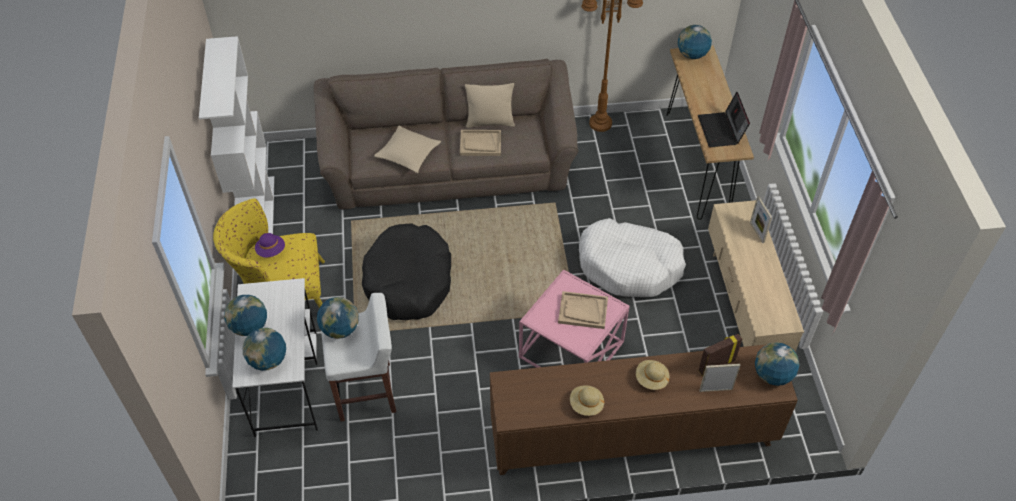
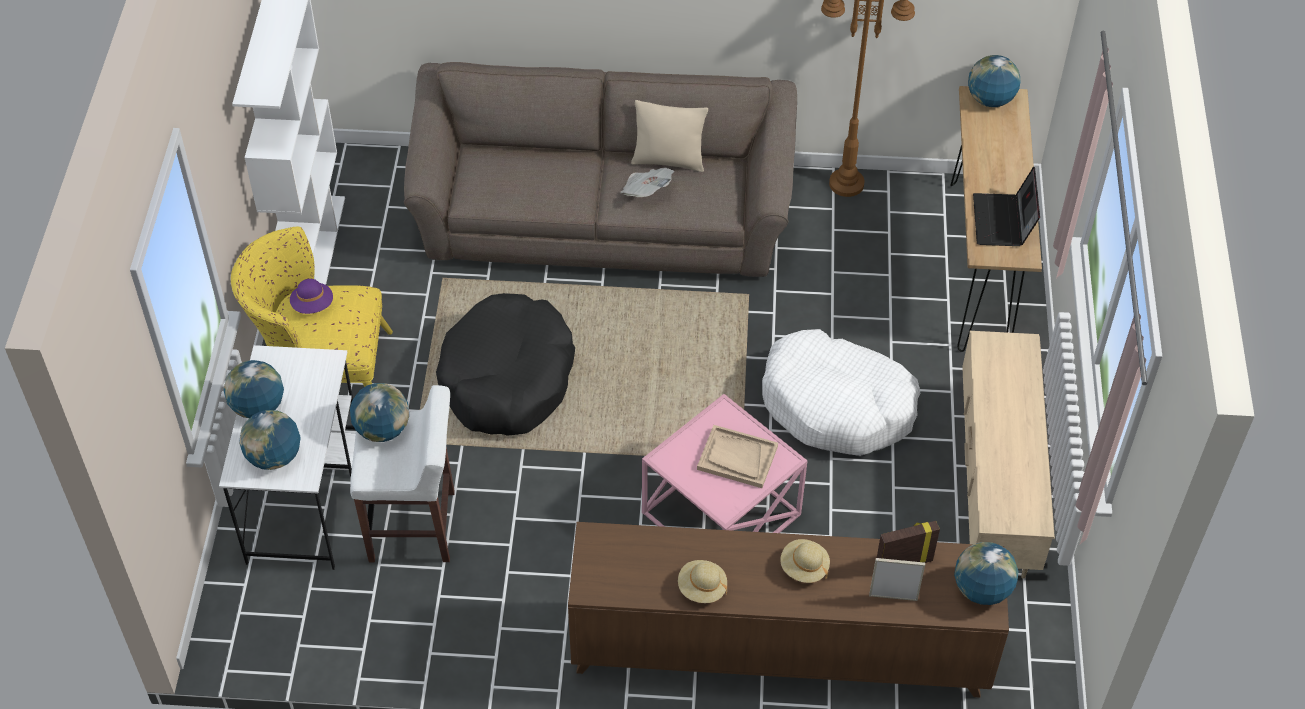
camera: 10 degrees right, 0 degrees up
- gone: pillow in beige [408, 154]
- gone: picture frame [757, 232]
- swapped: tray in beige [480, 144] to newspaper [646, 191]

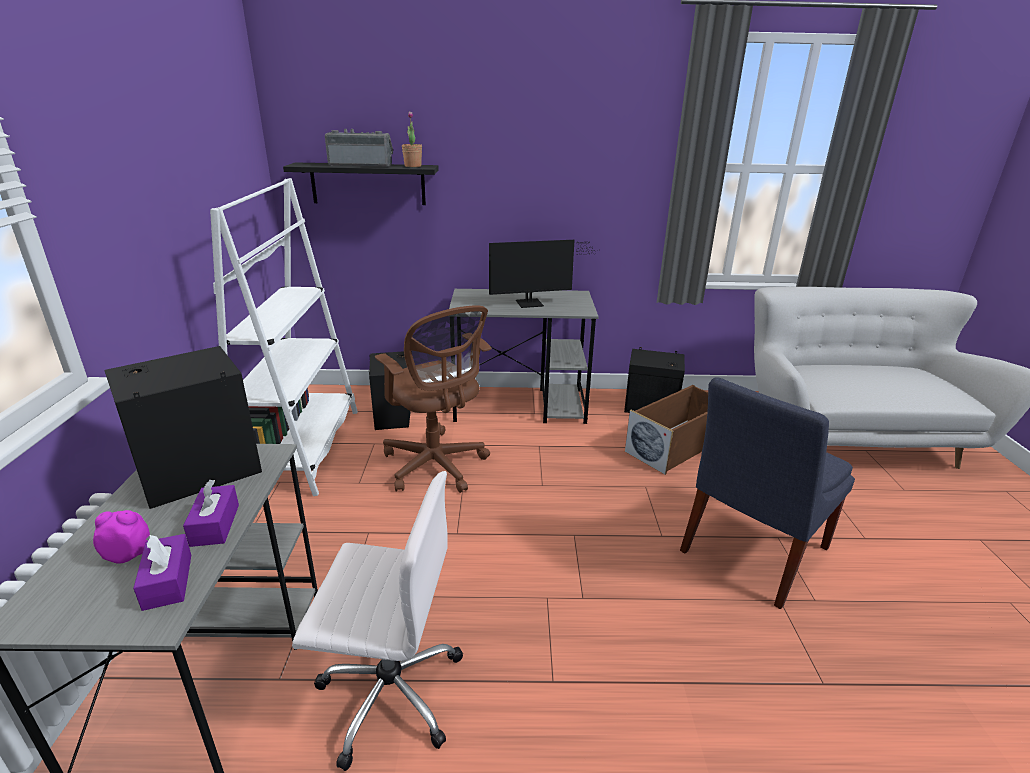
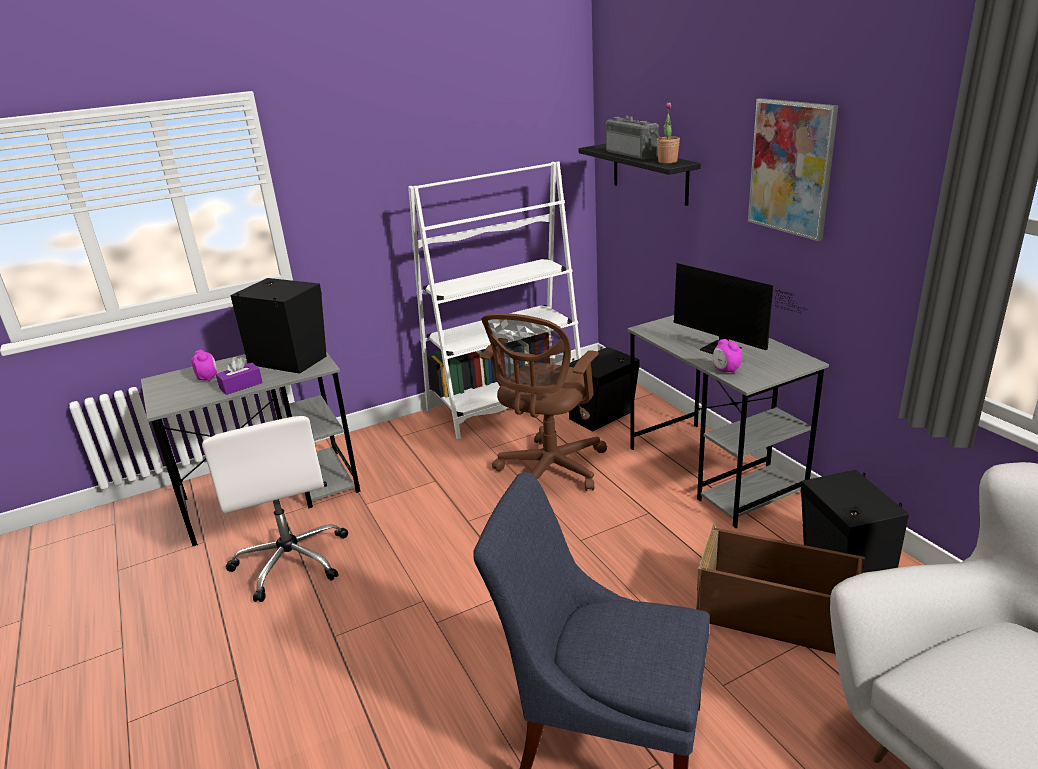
camera: 65 degrees right, 0 degrees up
- gone: tissue box in purple [168, 581]
- new: alarm clock [726, 370]
- new: picture [791, 168]

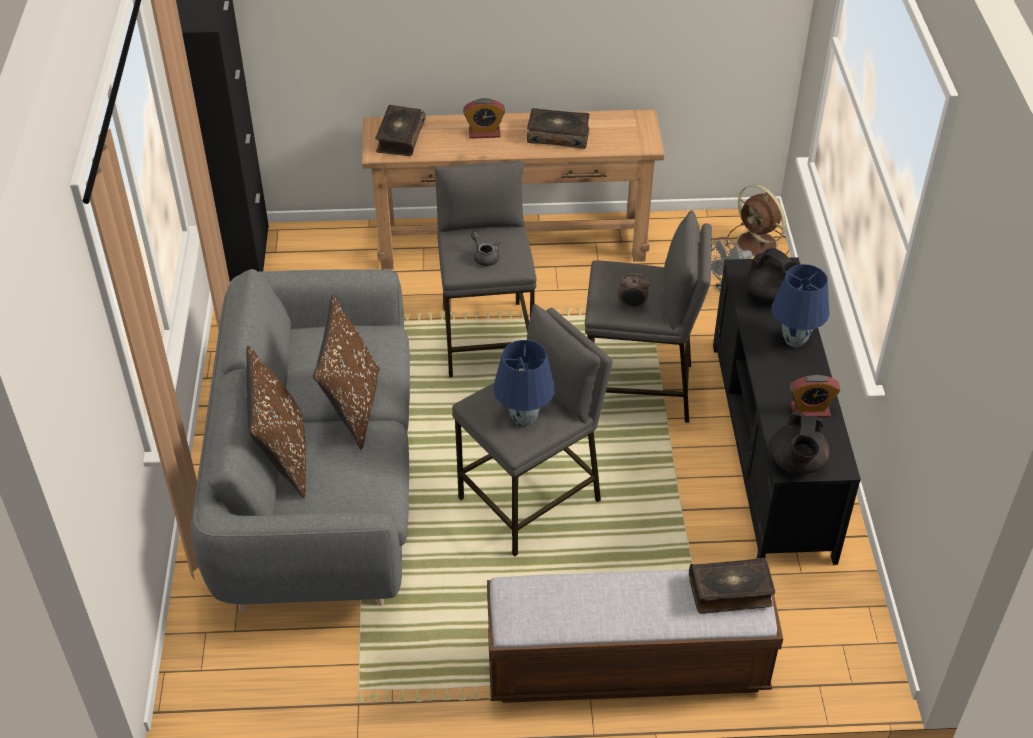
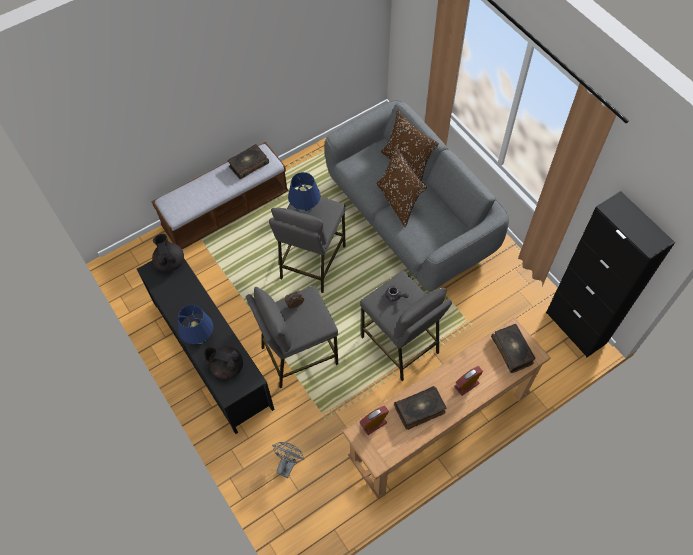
camera: 150 degrees right, 15 degrees up
- gone: fan in brown [758, 245]
- shifted: book [730, 592] to [248, 165]
- shifted: alarm clock [810, 410] to [373, 424]

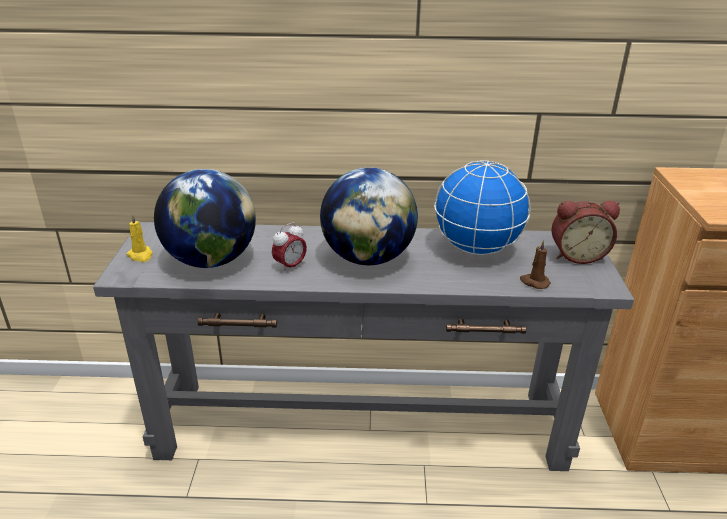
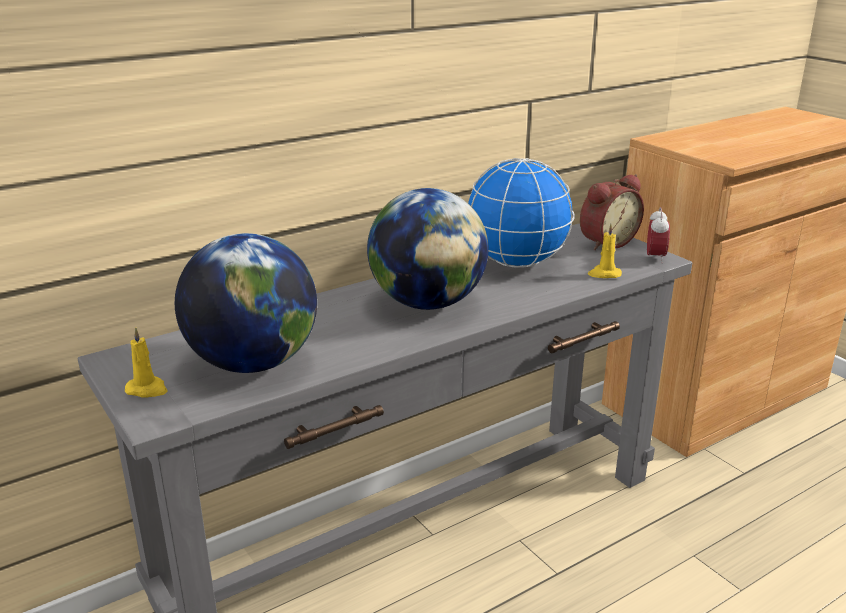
camera: 35 degrees left, 5 degrees down
- shifted: alarm clock [290, 267] to [655, 258]
- repainted: candle in brown [534, 282] to candle in yellow [604, 274]

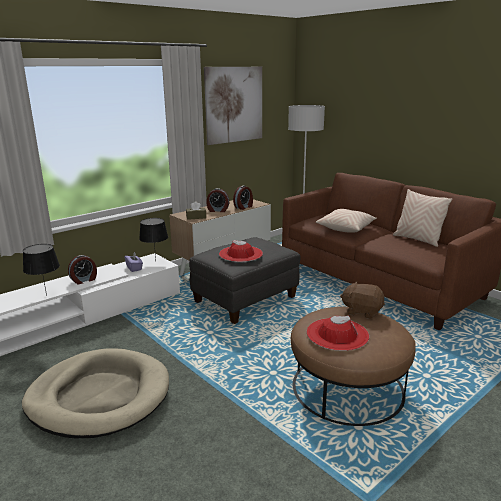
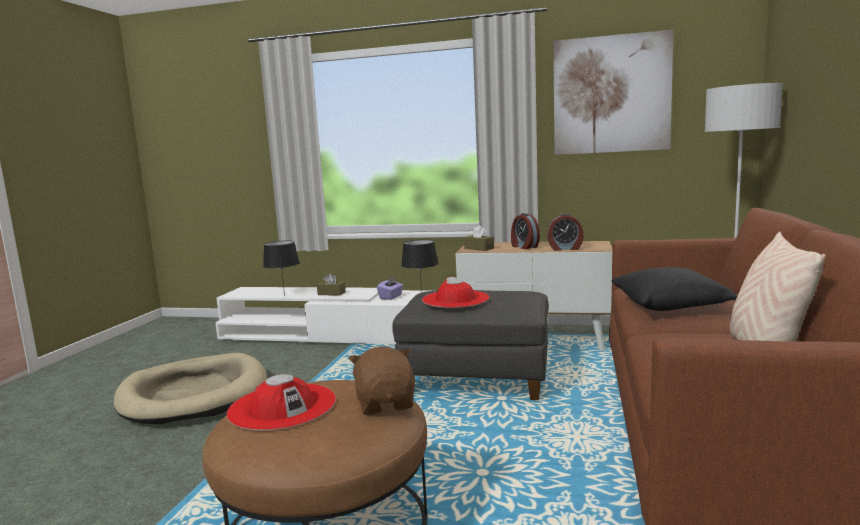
camera: 55 degrees right, 10 degrees down
- swapped: alarm clock [84, 280] to tissue box in brown [331, 293]
- repainted: pillow in beige [346, 228] to pillow in black [671, 305]

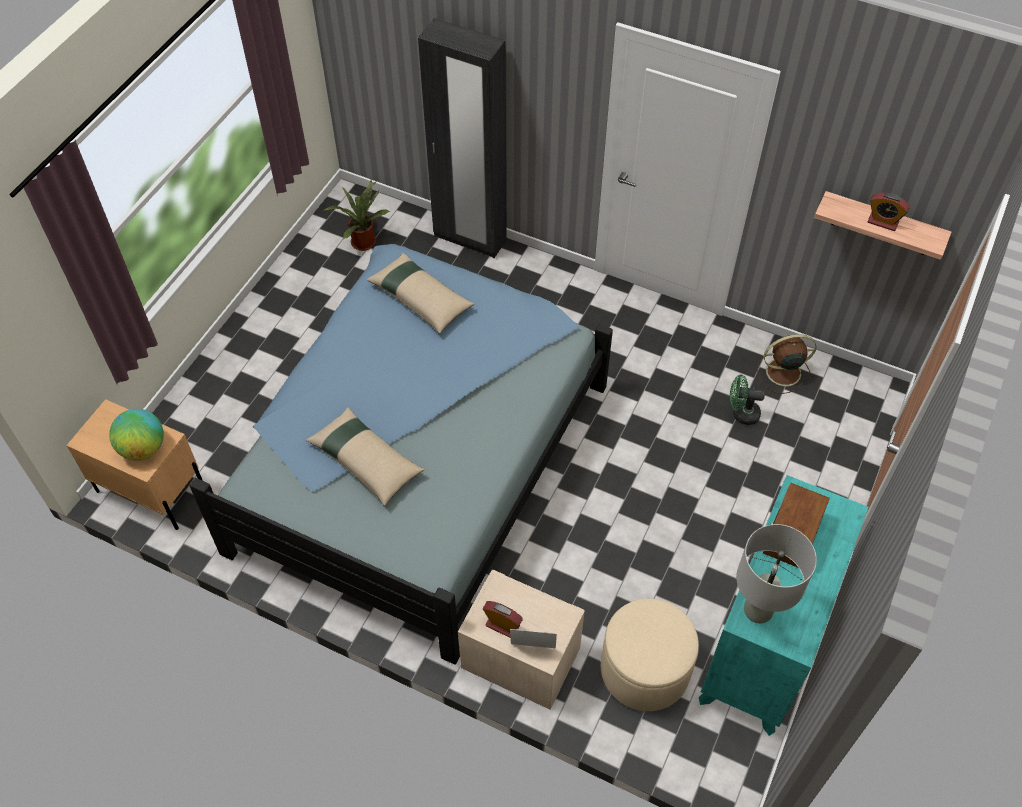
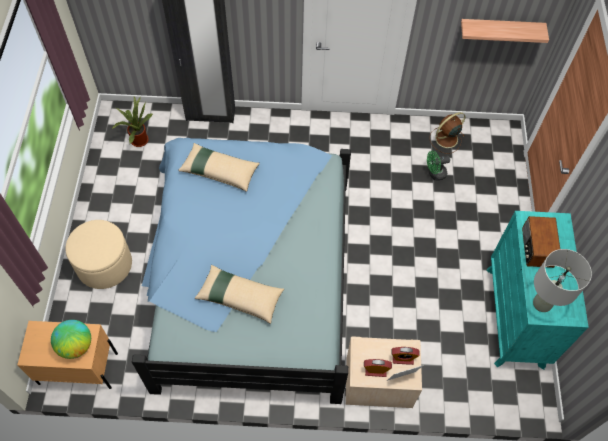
camera: 25 degrees left, 5 degrees up
- shifted: ottoman in beige [644, 669] to [104, 265]
- shifted: alarm clock [883, 222] to [402, 358]

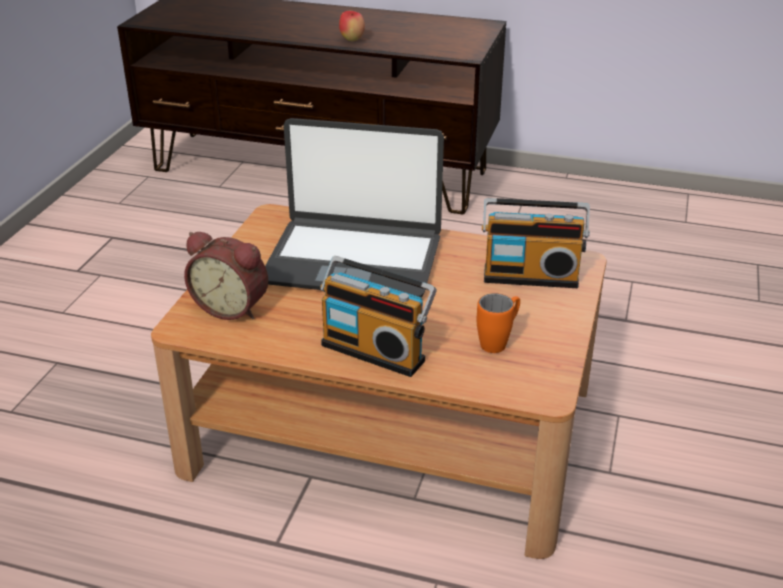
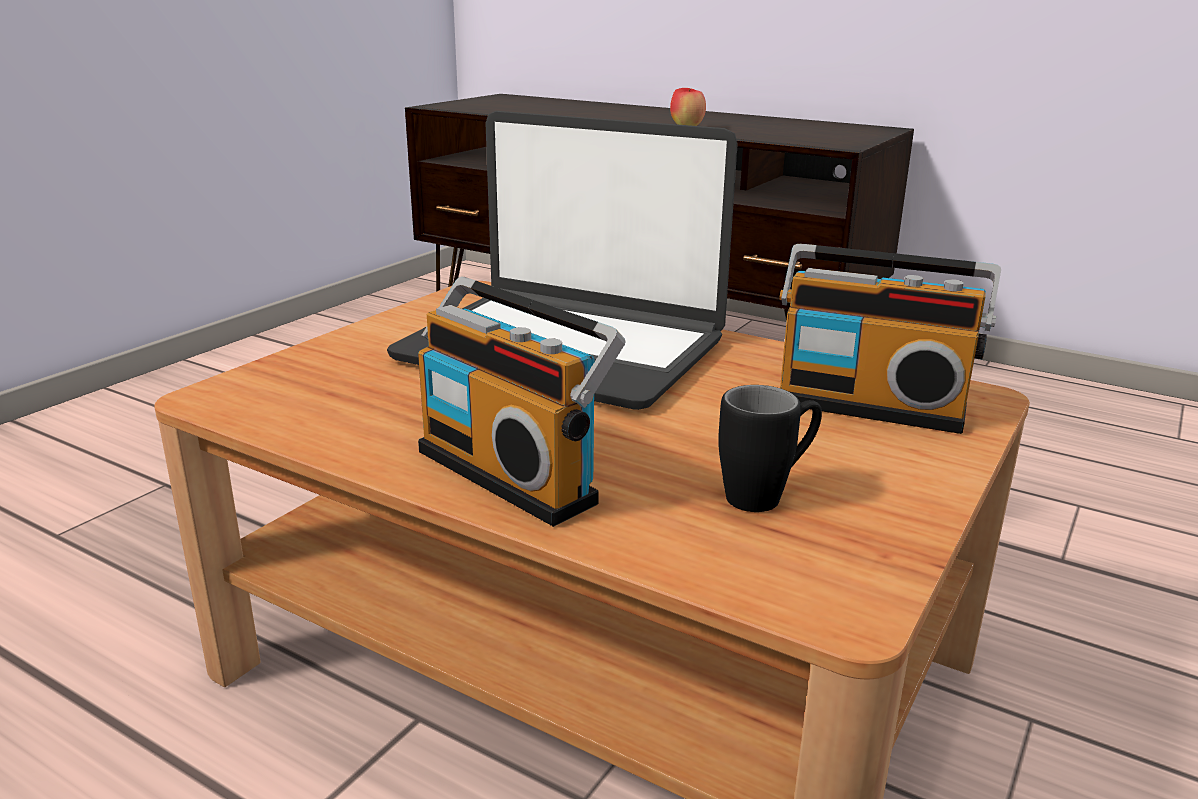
camera: 15 degrees right, 10 degrees down
- gone: alarm clock [232, 307]
- repainted: mug in orange [498, 342] to mug in black [767, 494]

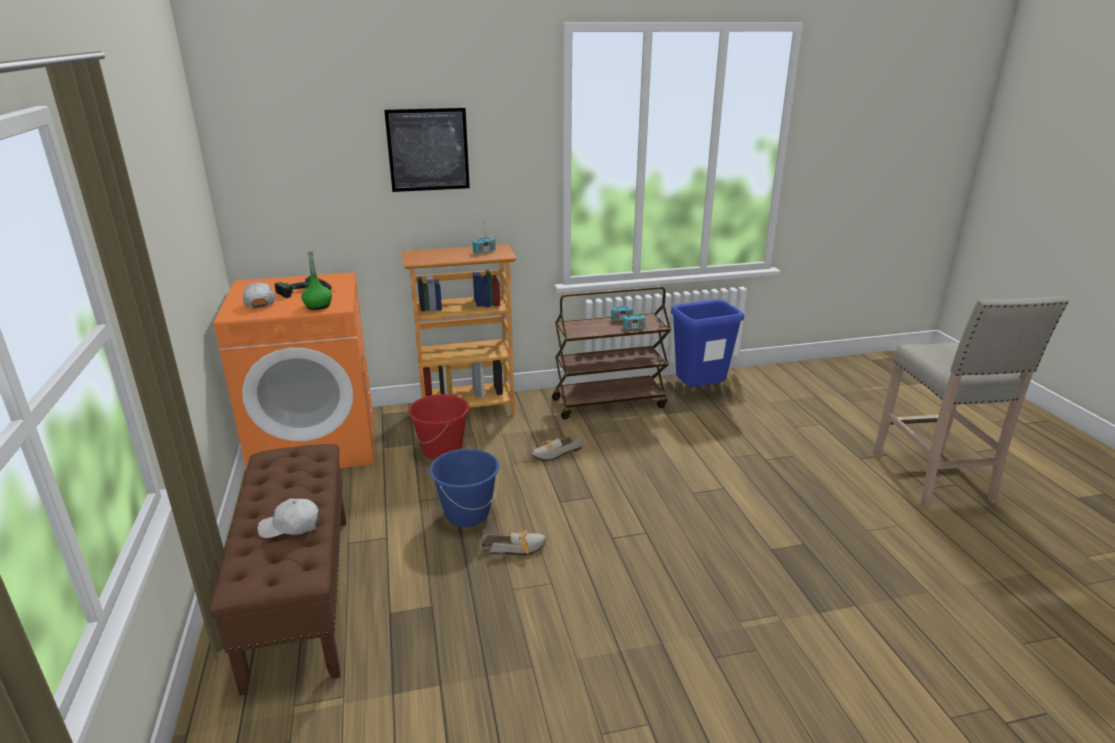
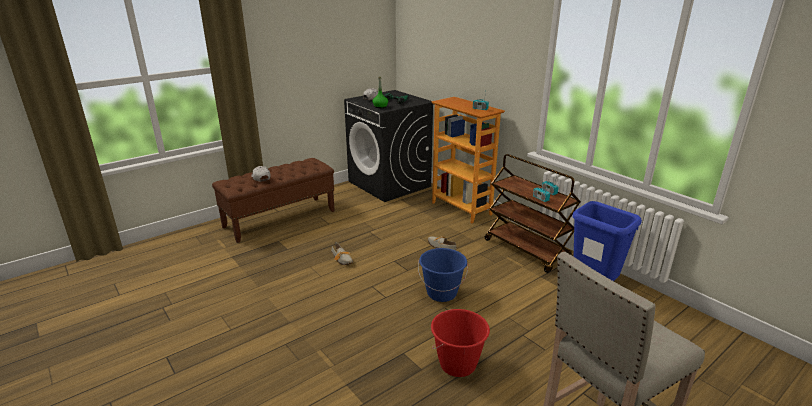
camera: 65 degrees right, 0 degrees up
- gone: picture [428, 150]
- shifted: bucket in red [442, 451] to [458, 364]
- shifted: bucket in blue [467, 514] to [441, 293]
- repainted: washing machine in orange [316, 442] to washing machine in black [390, 184]

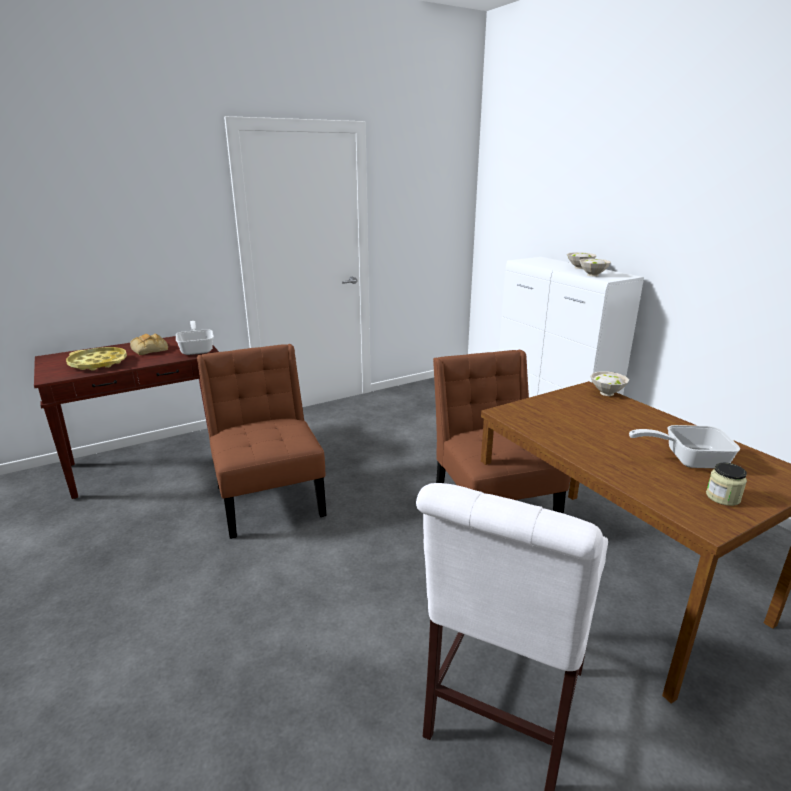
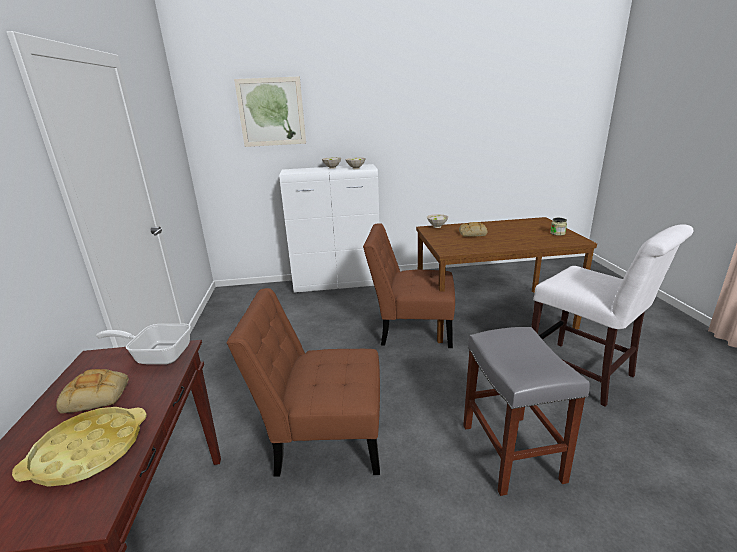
camera: 65 degrees left, 0 degrees up
- gone: frying pan [687, 459]
- new: picture [271, 112]
- new: bread [472, 233]
- new: stool in grey [510, 451]

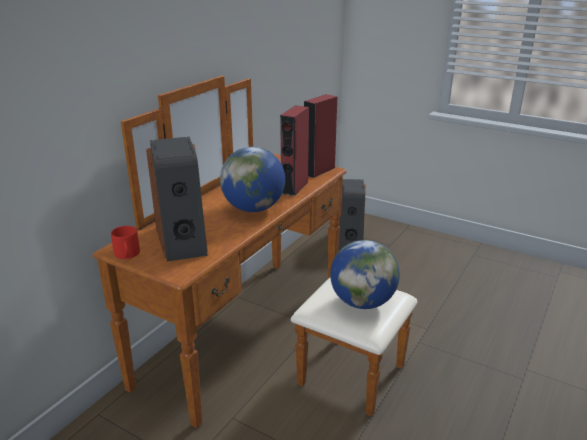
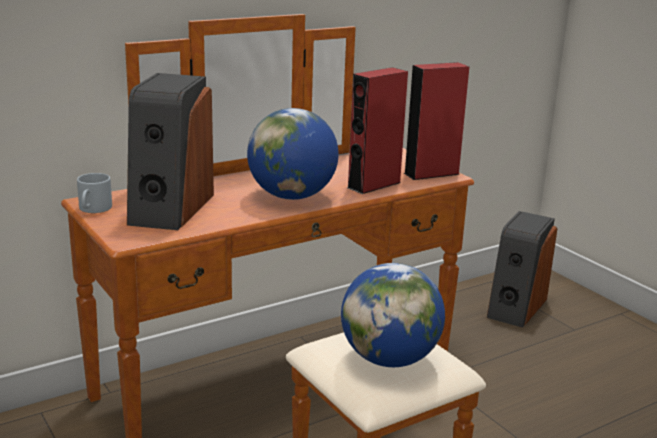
camera: 25 degrees right, 5 degrees down
- repainted: mug in red [128, 255] to mug in grey [94, 209]

